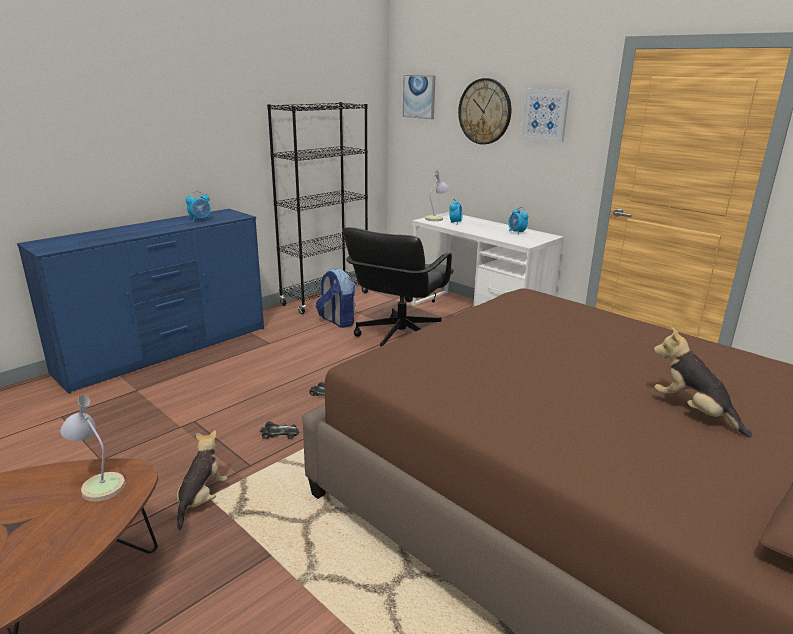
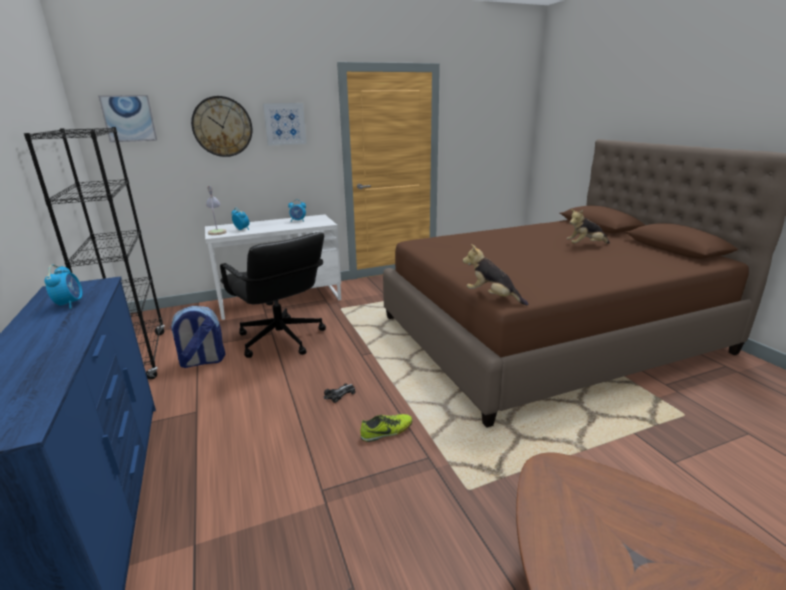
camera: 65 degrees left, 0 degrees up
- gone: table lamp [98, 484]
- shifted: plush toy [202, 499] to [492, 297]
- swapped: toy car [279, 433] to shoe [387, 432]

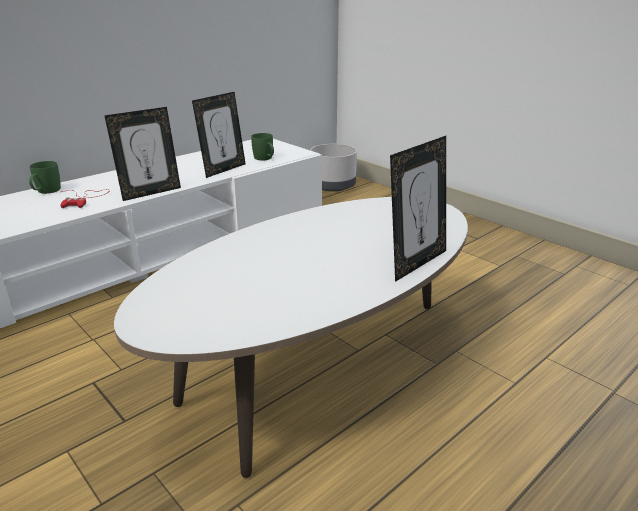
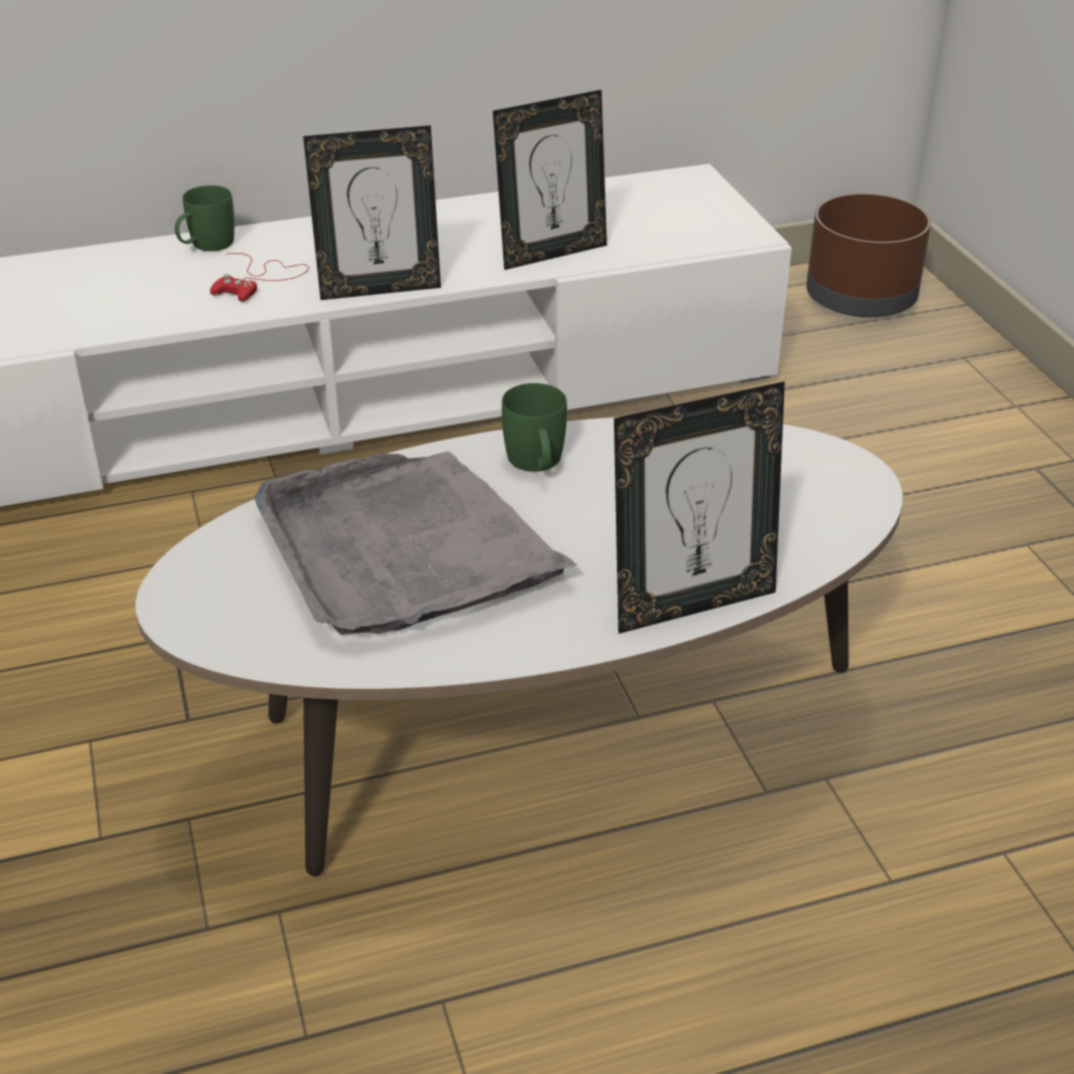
camera: 25 degrees right, 10 degrees up
- new: tray in grey [404, 549]
- shifted: mug in green [265, 159] to [537, 464]
- repainted: planter in grey [333, 186] to planter in brown [861, 299]

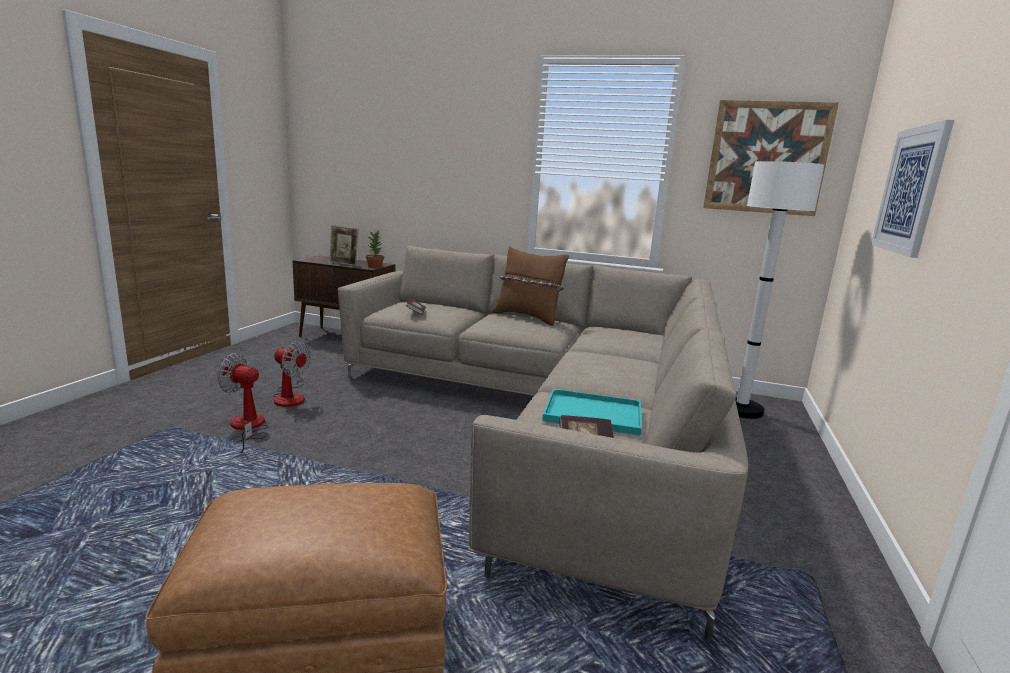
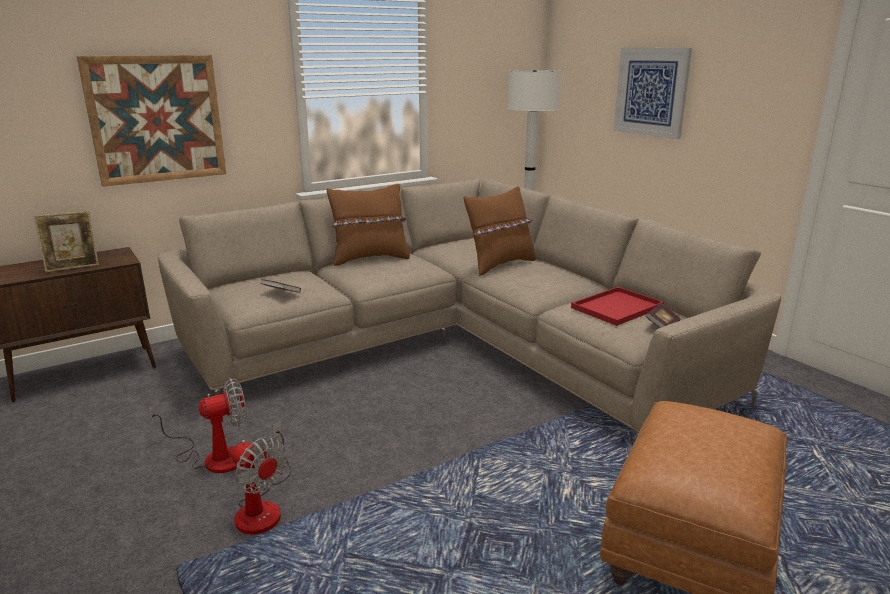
camera: 50 degrees left, 5 degrees up
- gone: potted plant [375, 267]
- new: pillow in brown [500, 265]
- shifted: picture [767, 158] to [156, 119]
- repainted: tray in turquoise [595, 413] to tray in red [617, 307]
- rotated: fan [247, 428] = [263, 507] 105 degrees counterclockwise

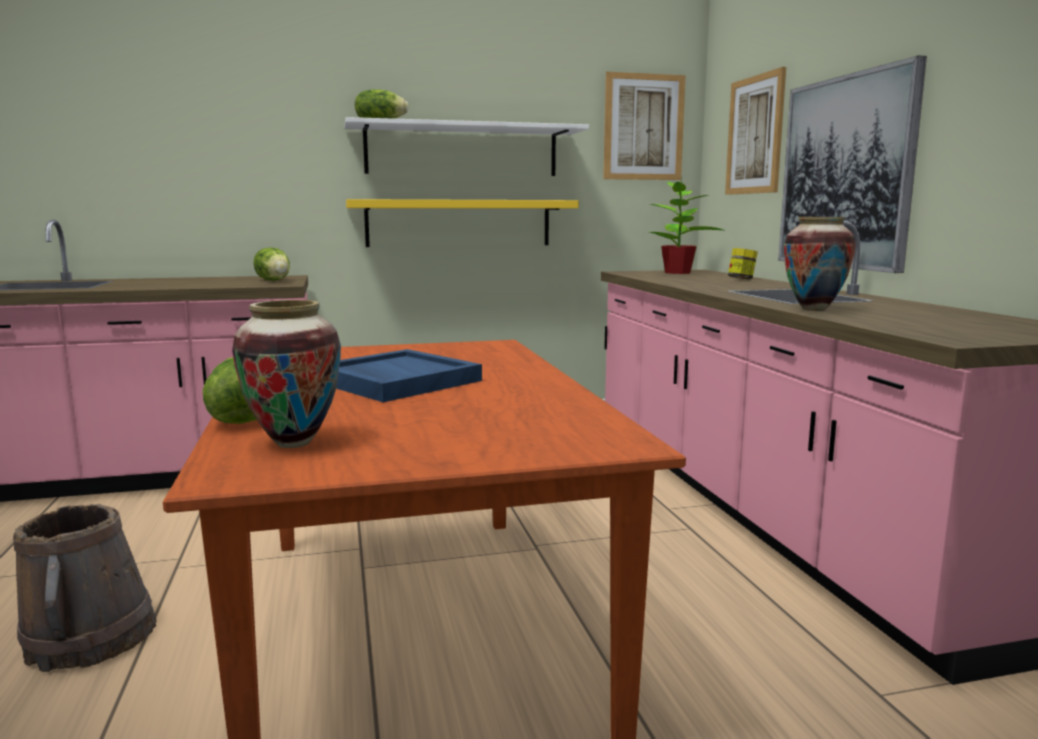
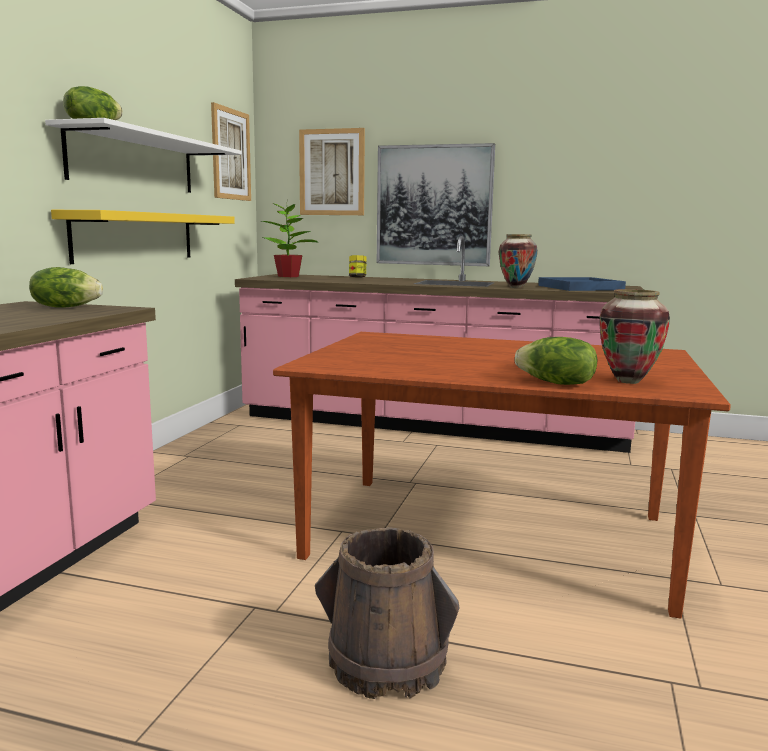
camera: 60 degrees left, 0 degrees up
- shifted: tray in blue [395, 381] to [580, 288]

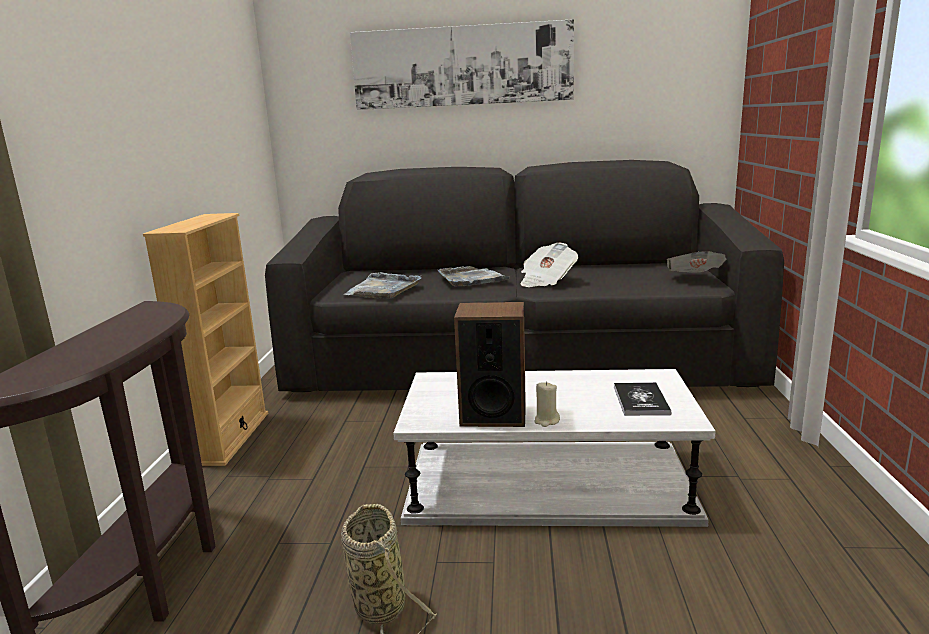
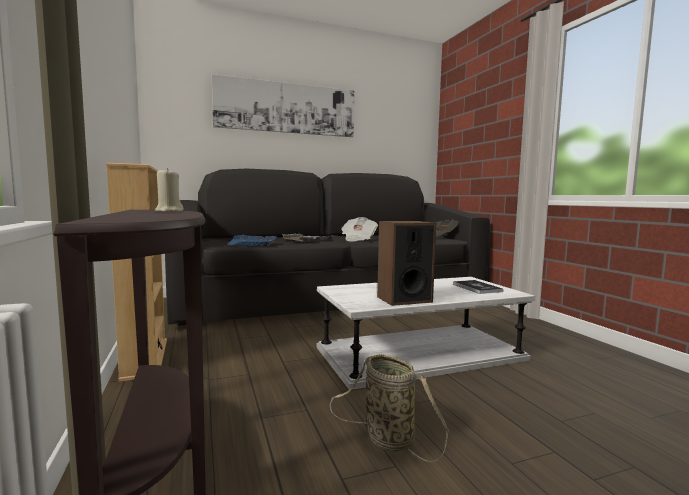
camera: 25 degrees left, 10 degrees down
- shifted: candle in beige [546, 421] to [169, 211]
- repainted: tray in grey [383, 289] to tray in blue [252, 243]

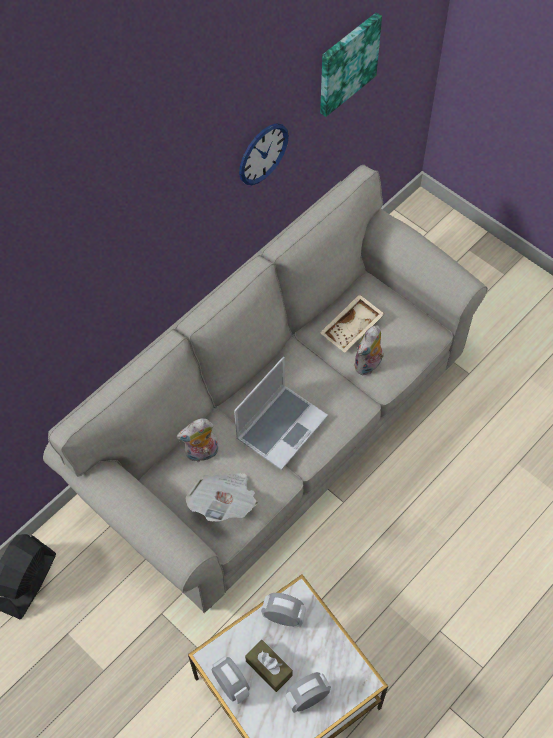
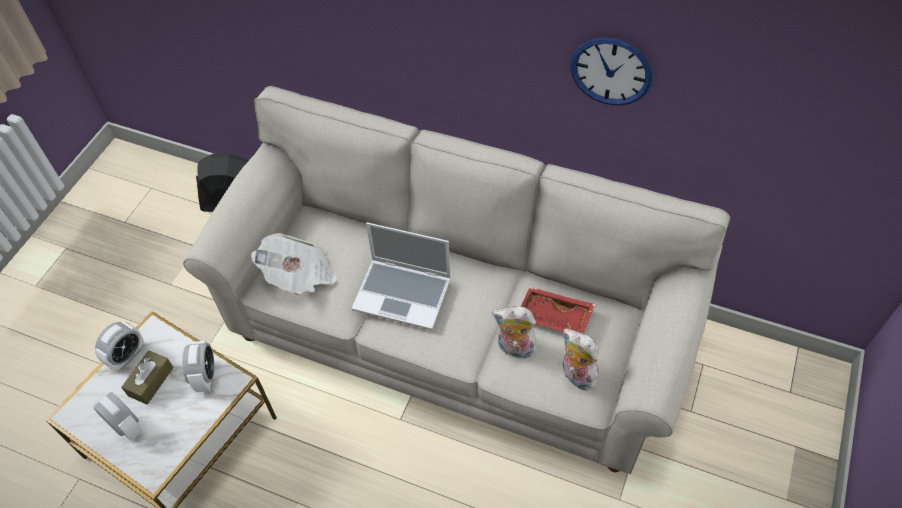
camera: 70 degrees right, 5 degrees down
- gone: picture [347, 63]
- shifted: plush toy [202, 454] to [576, 376]
- repainted: tray in beige [352, 328] to tray in red [553, 318]

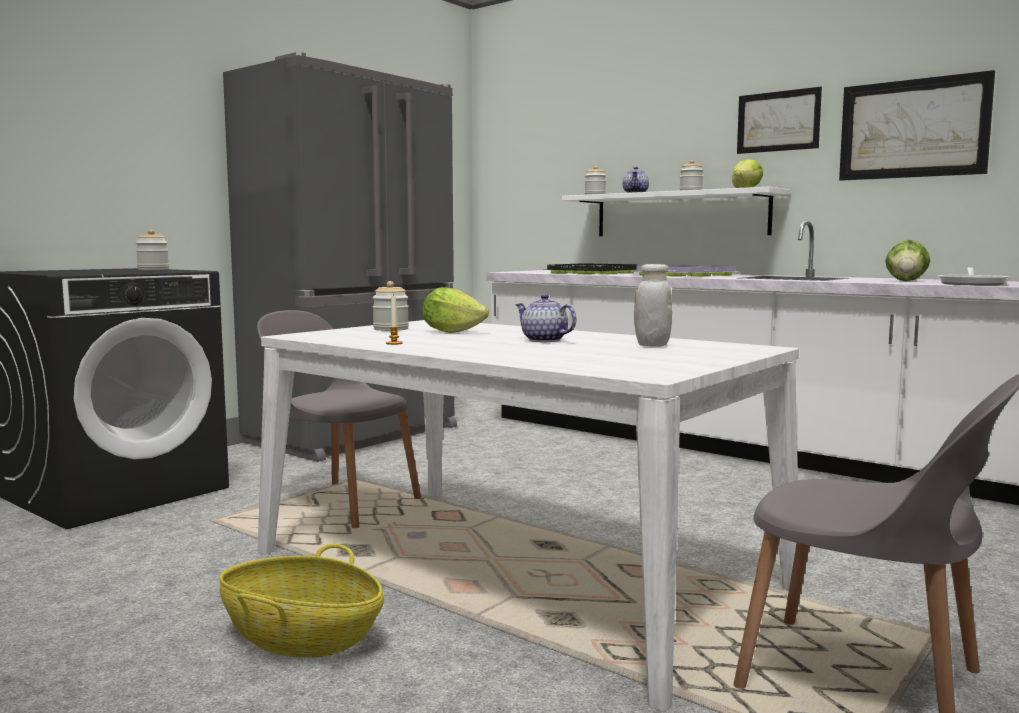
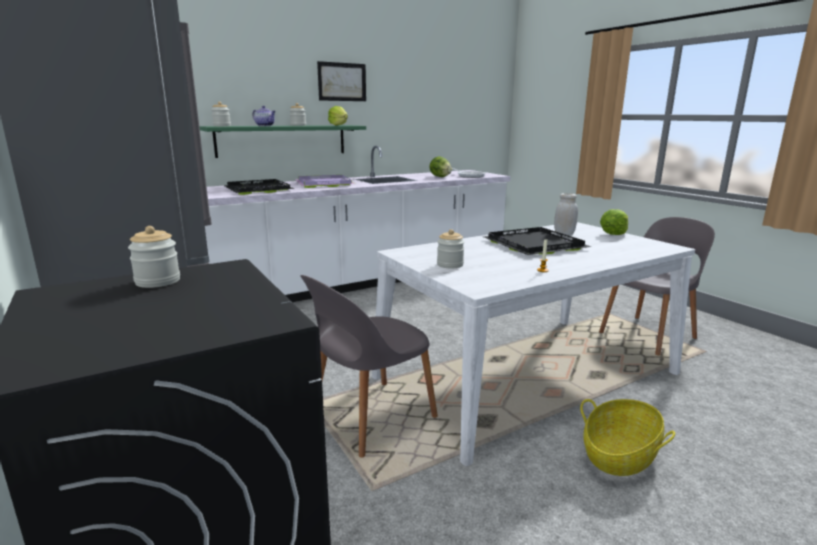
camera: 70 degrees left, 10 degrees up
- gone: picture [913, 129]
- shifted: lettuce [452, 332] to [613, 234]
- swapped: teapot [543, 340] to tray in black [536, 245]
- repainted: shelf in white [680, 214] to shelf in green [282, 140]

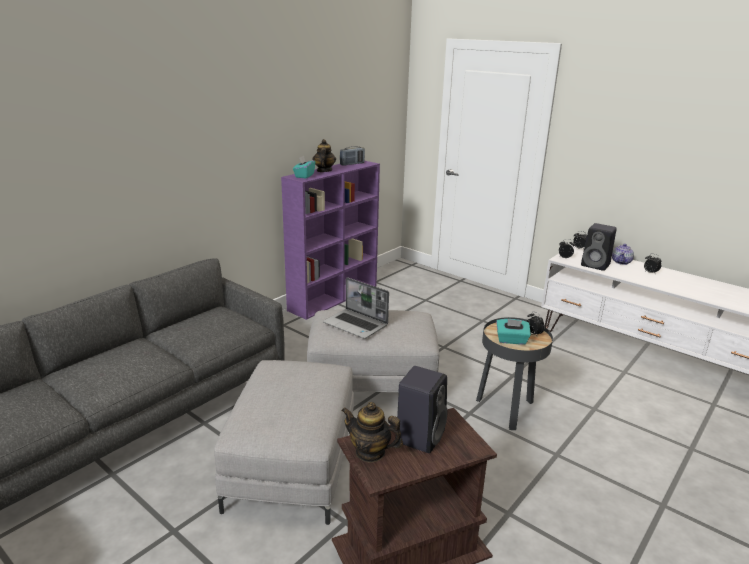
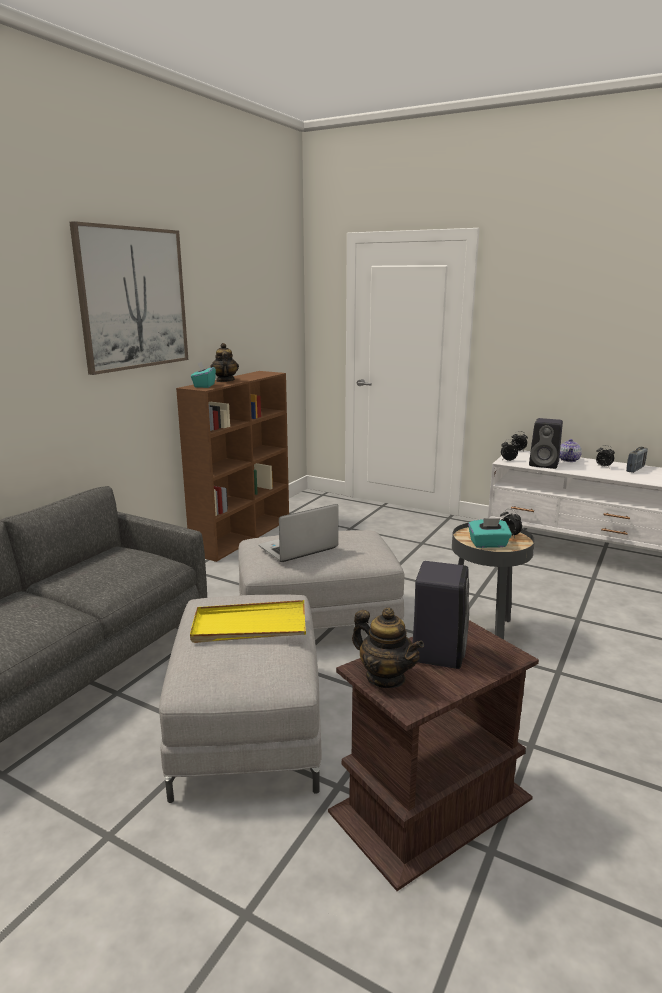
camera: 10 degrees left, 5 degrees down
- new: picture [133, 298]
- new: tray in yellow [249, 626]
- shifted: radio [352, 164] to [635, 469]
- repainted: bookcase in purple [334, 297] to bookcase in brown [243, 535]
- rotated: laptop [356, 325] = [297, 548] 120 degrees clockwise
- rotated: teapot [370, 452] = [385, 677] 150 degrees counterclockwise

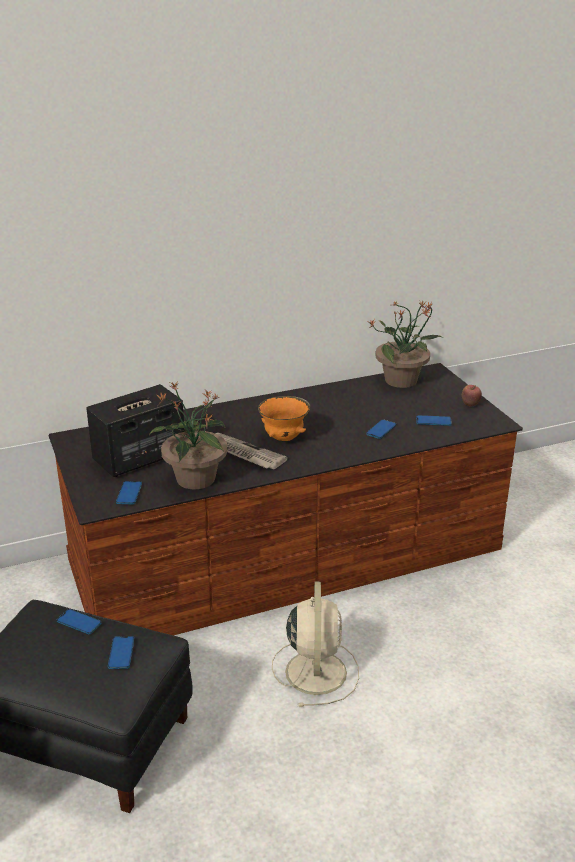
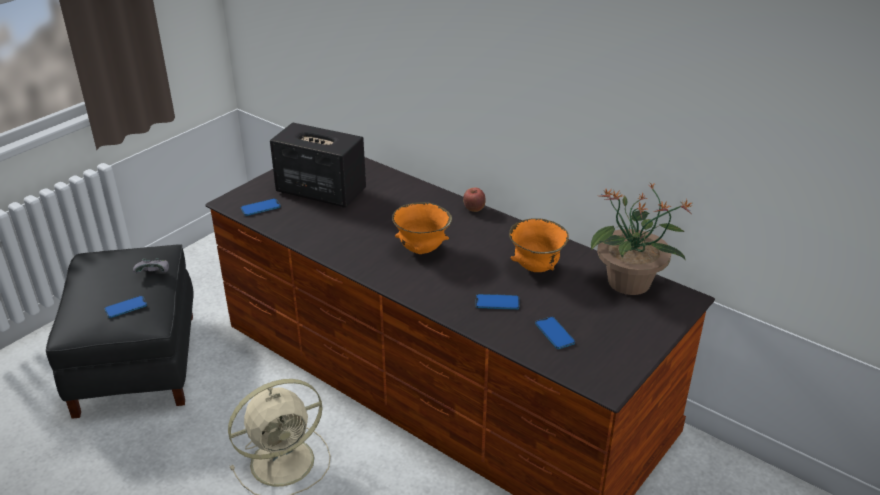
camera: 60 degrees right, 5 degrees up
- gone: potted plant [195, 479]
- gone: newspaper [243, 453]
- new: bowl in orange [535, 268]
- shifted: apple [470, 405] to [474, 209]
- swapped: phone [79, 622] to game controller in grey [154, 273]

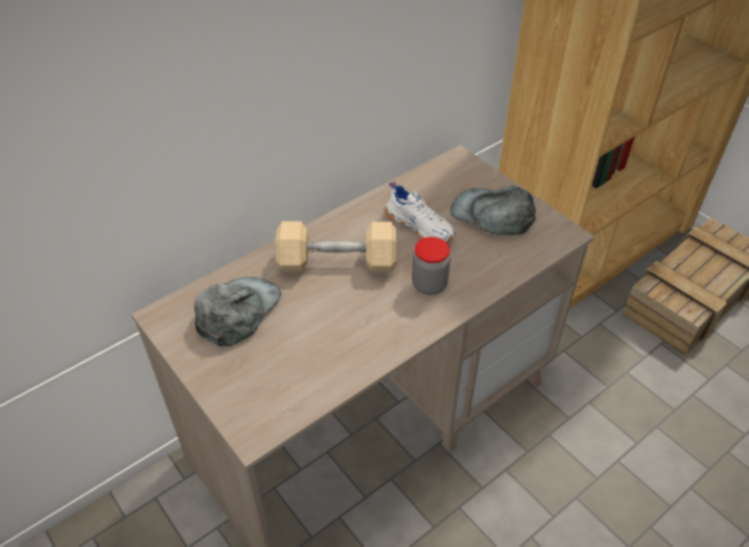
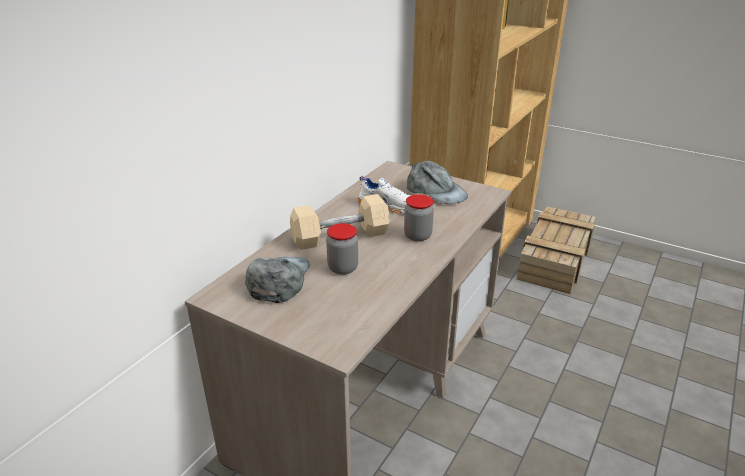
camera: 20 degrees left, 15 degrees down
- new: jar [343, 268]
- rotated: cap in grey [492, 215] = [436, 192] 150 degrees counterclockwise

